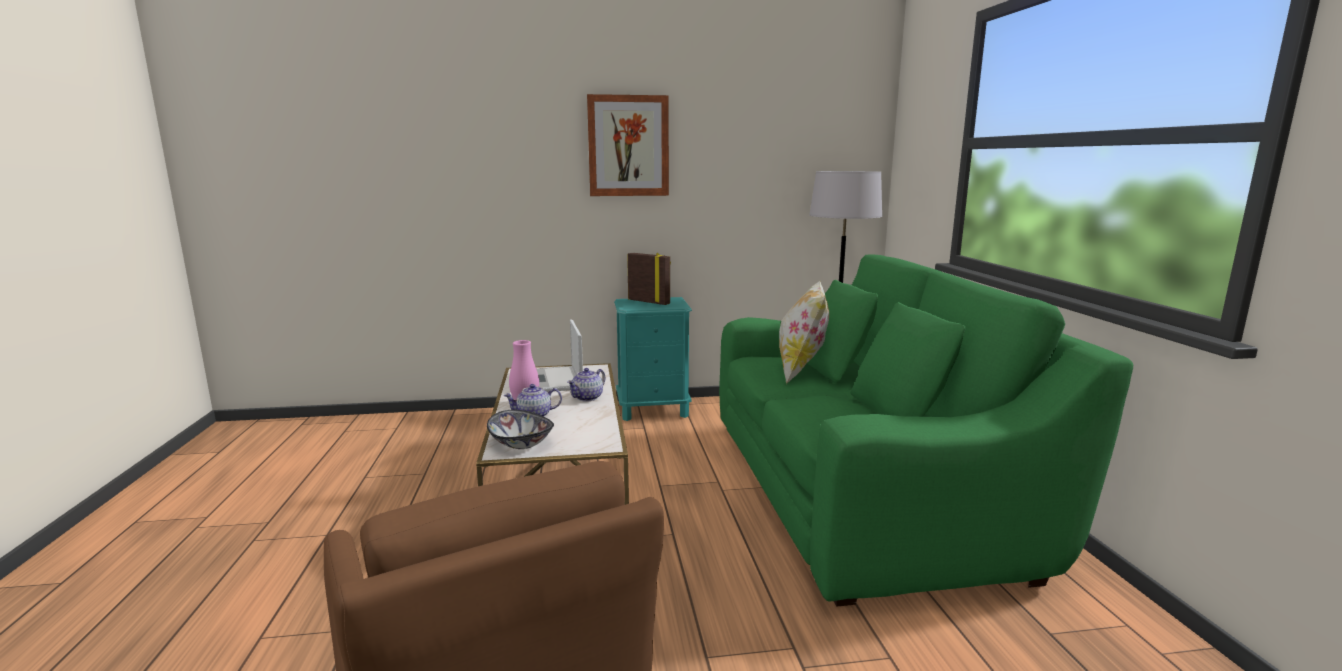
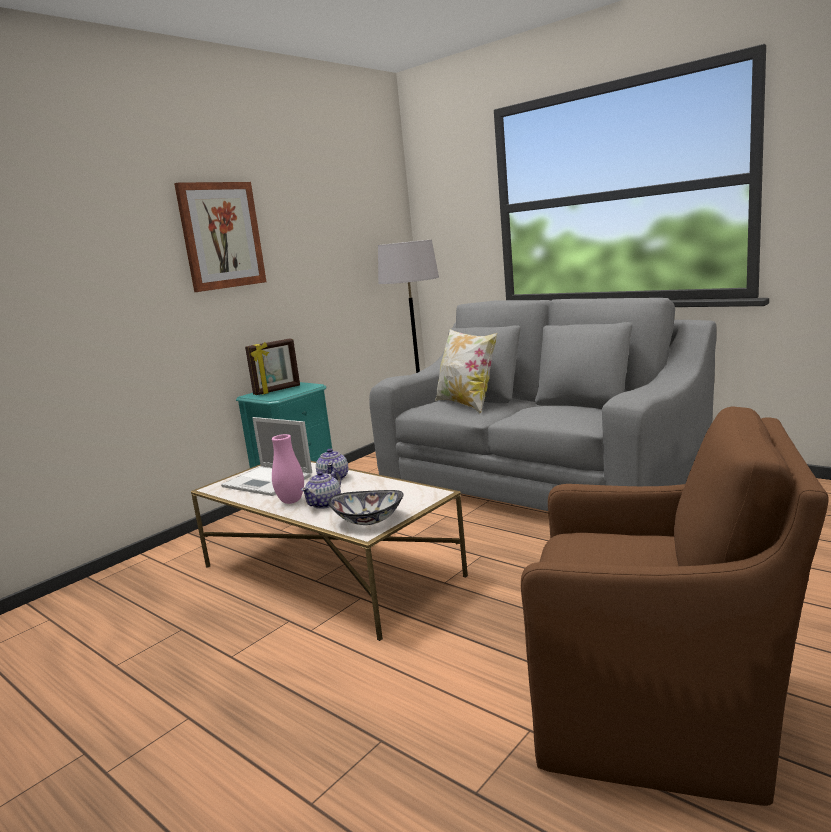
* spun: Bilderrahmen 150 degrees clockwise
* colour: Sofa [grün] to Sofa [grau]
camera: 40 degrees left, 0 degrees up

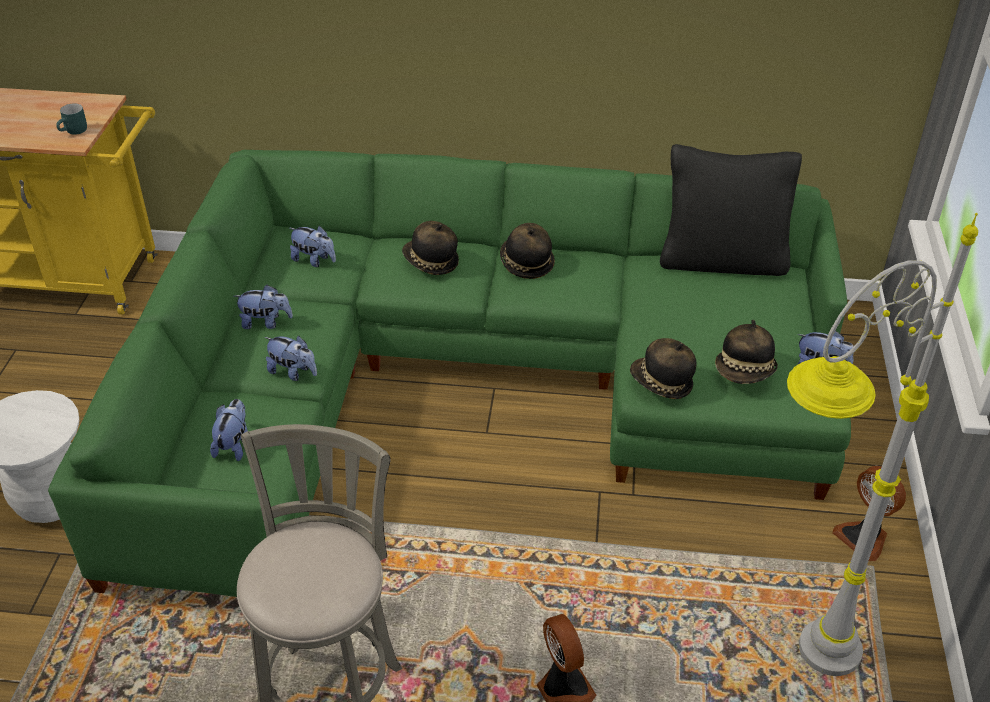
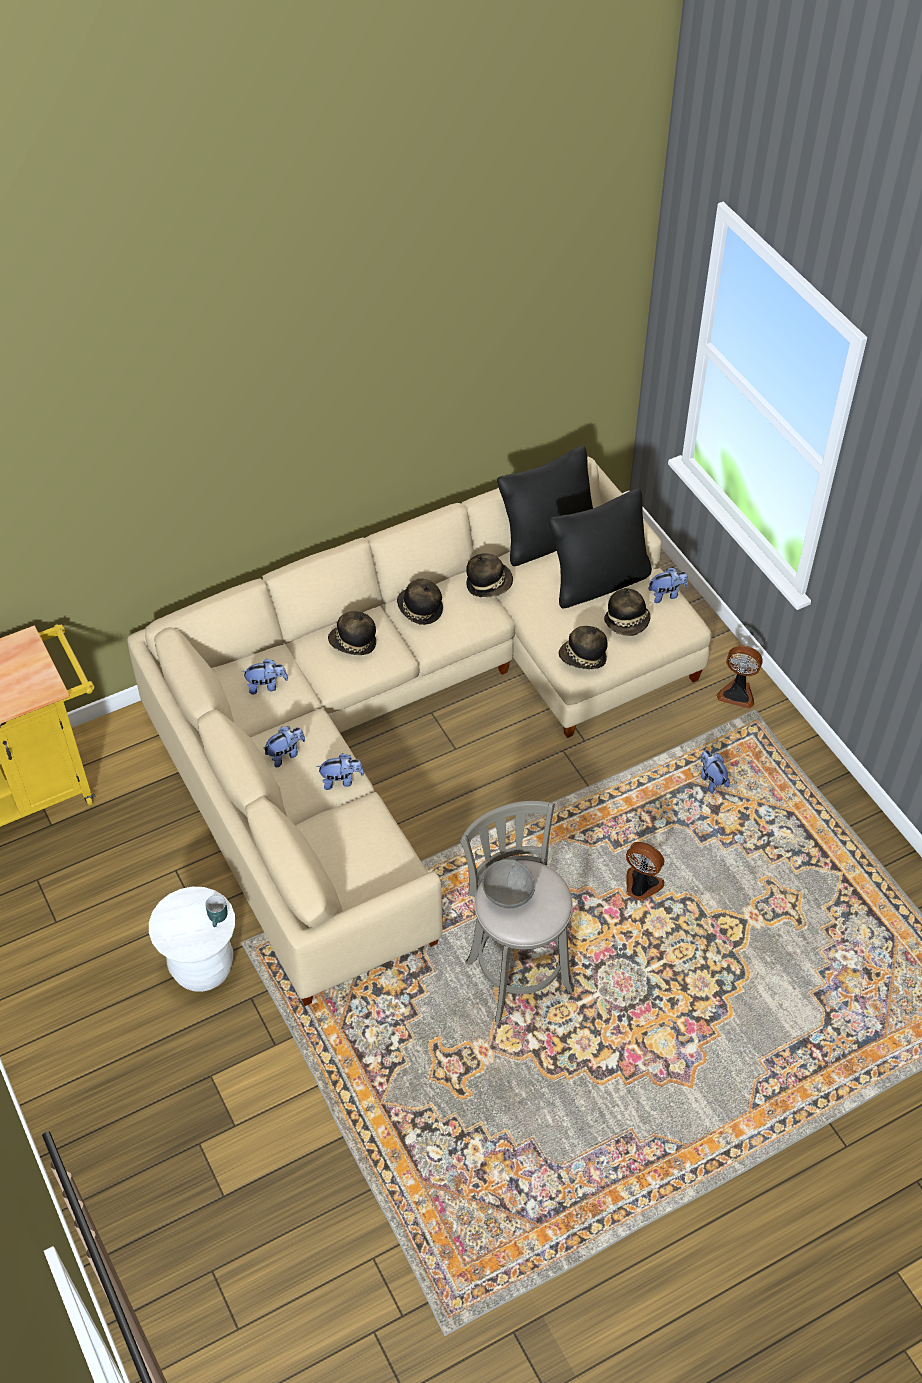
* colour: Sofa [grün] to Sofa [beige]
* relocated: Henkelbecher [türkis]
* appeared: Hut (no. 3 from left)
* appeared: Schüssel [grau]
* appeared: Kissen [schwarz] (no. 2 from left)
* relocated: Plüschtier (no. 1 from left in the first image) to Plüschtier (no. 5 from left)
* missing: Stehlampe [grau]
camera: 35 degrees left, 10 degrees up

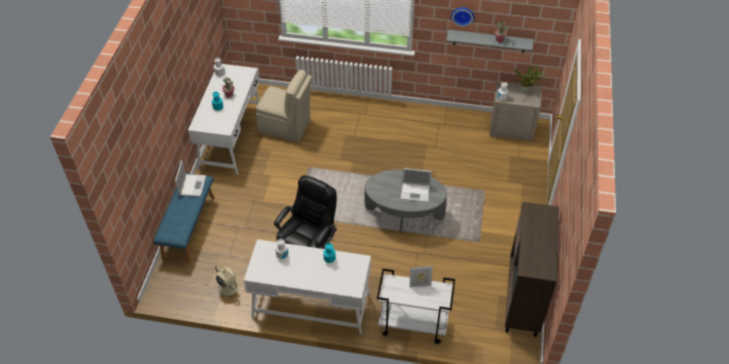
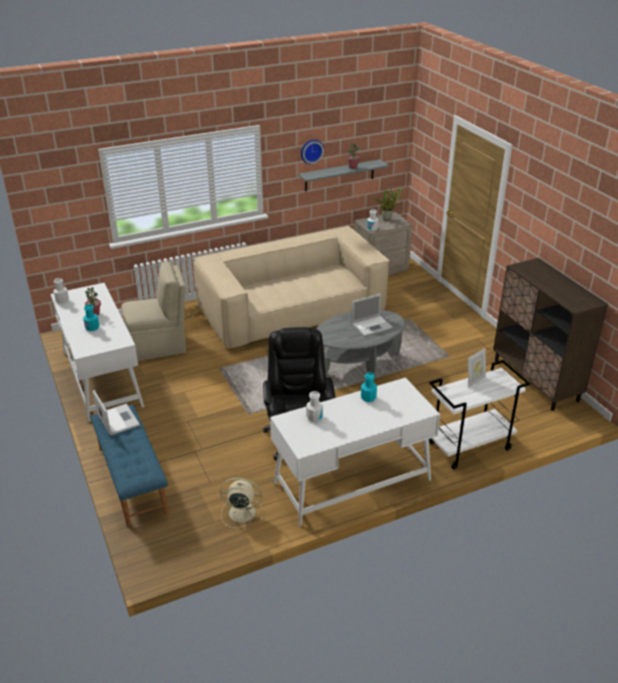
* appeared: Sofa [beige]
camera: 35 degrees left, 15 degrees down

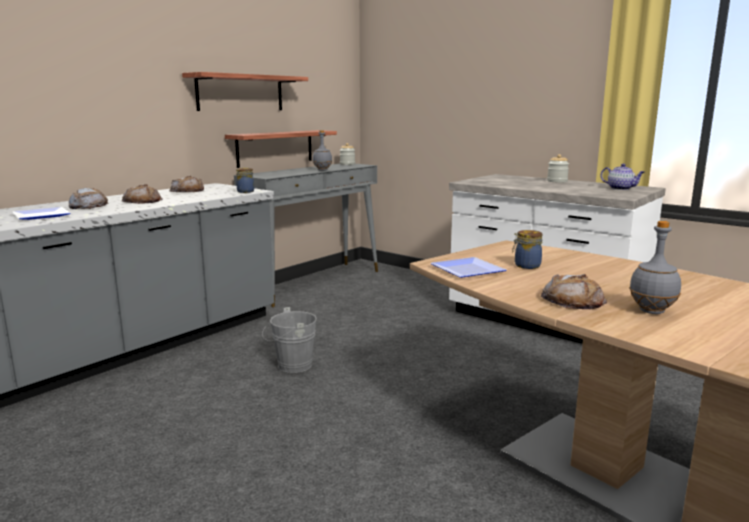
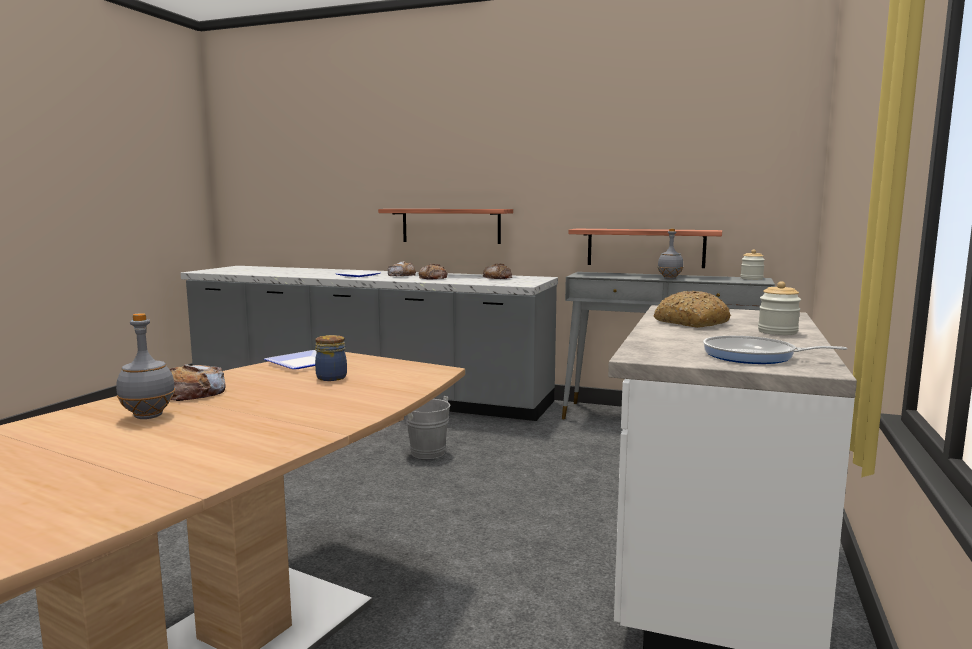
* relocated: Wandregal (no. 1 from left)
* appeared: Brot (no. 5 from left)
* exchanged: Teekanne to Pfanne
* missing: Vorratsglas (no. 1 from left)
camera: 70 degrees right, 5 degrees down

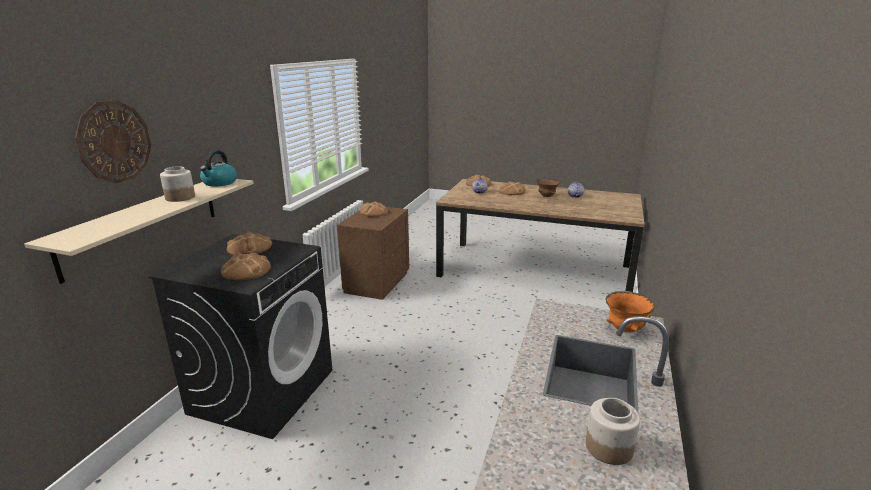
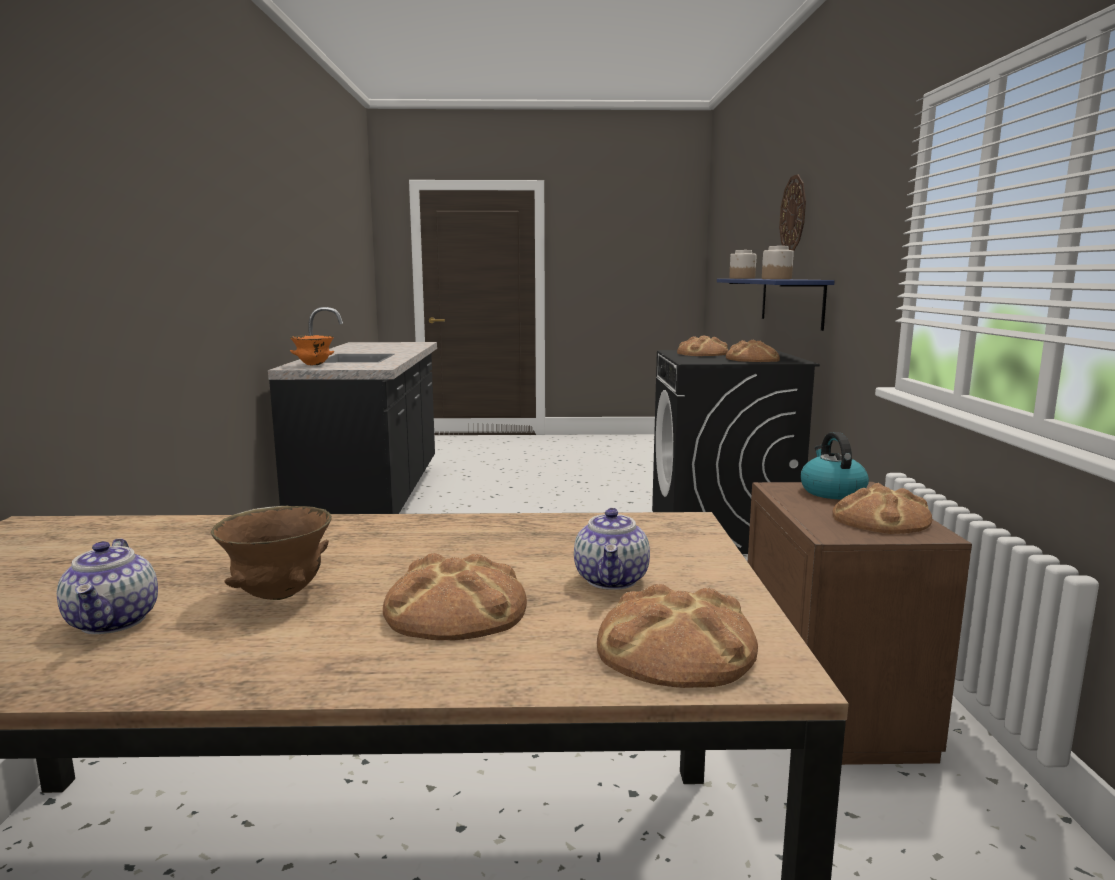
* colour: Wandregal [beige] to Wandregal [blau]
* relocated: Vorratsglas (no. 2 from left in the first image) to Vorratsglas (no. 1 from left)
* relocated: Wasserkessel
camera: 160 degrees right, 10 degrees down

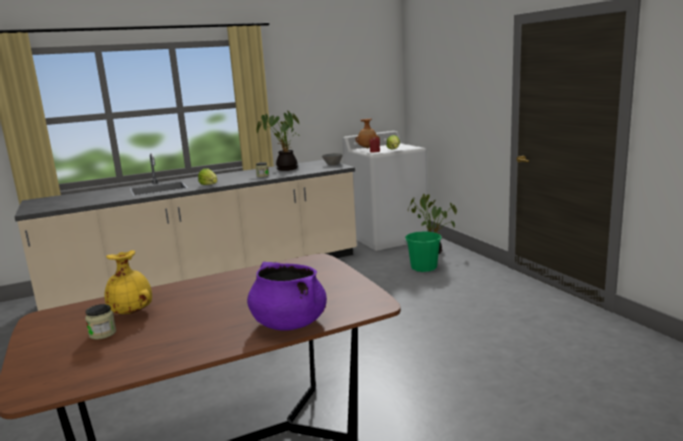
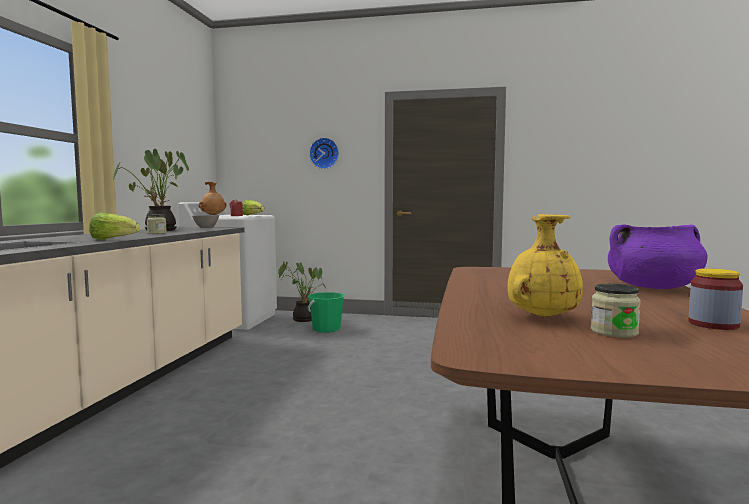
* appeared: Wanduhr
* appeared: Vorratsglas (no. 3 from left)
camera: 55 degrees left, 10 degrees down

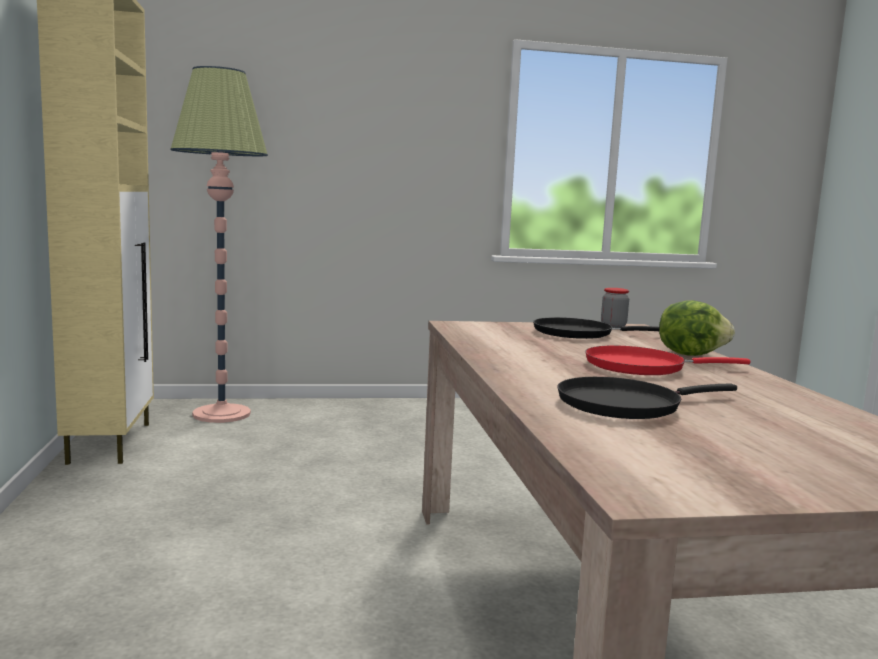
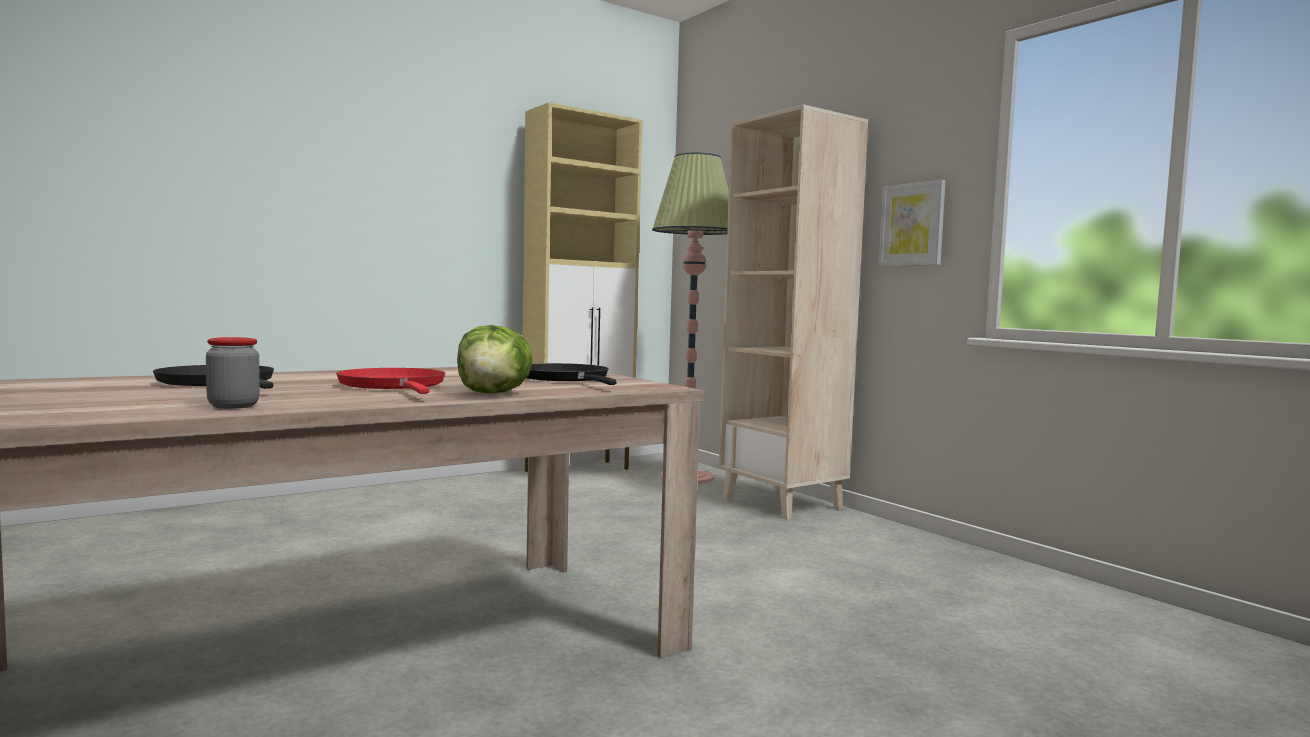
* relocated: Vorratsglas
* appeared: Bücherregal [beige]
* appeared: Bild
camera: 65 degrees right, 5 degrees down

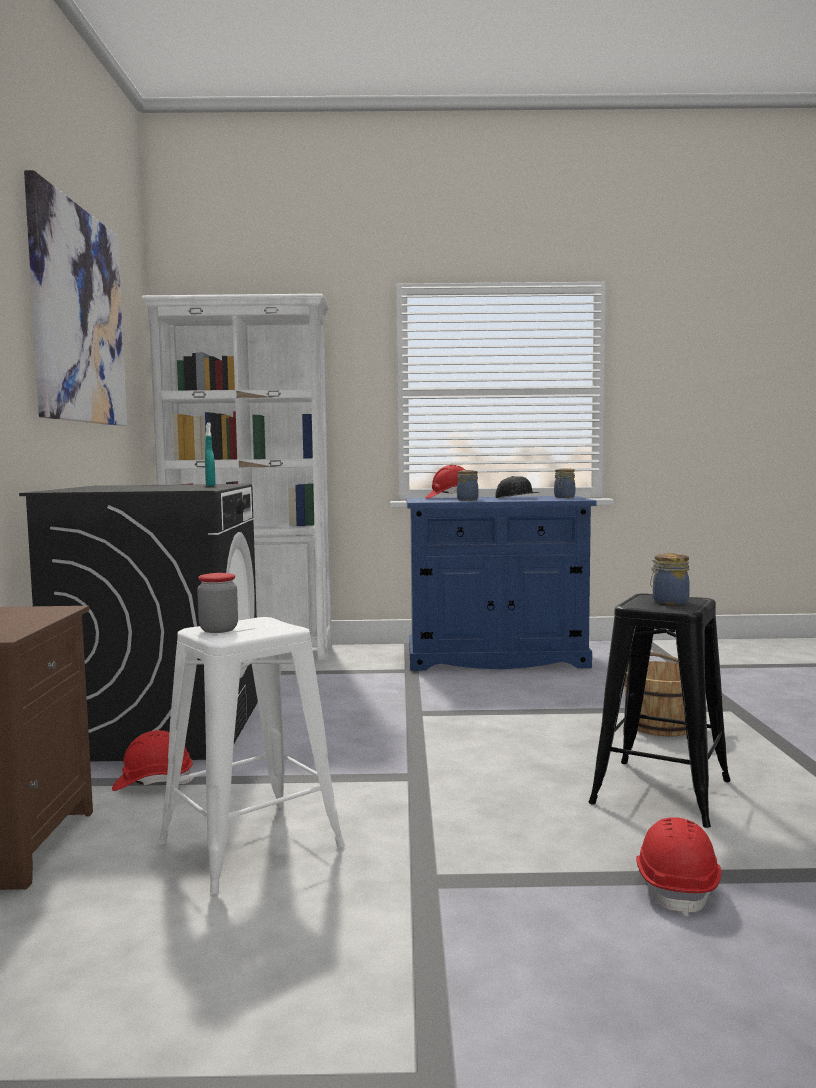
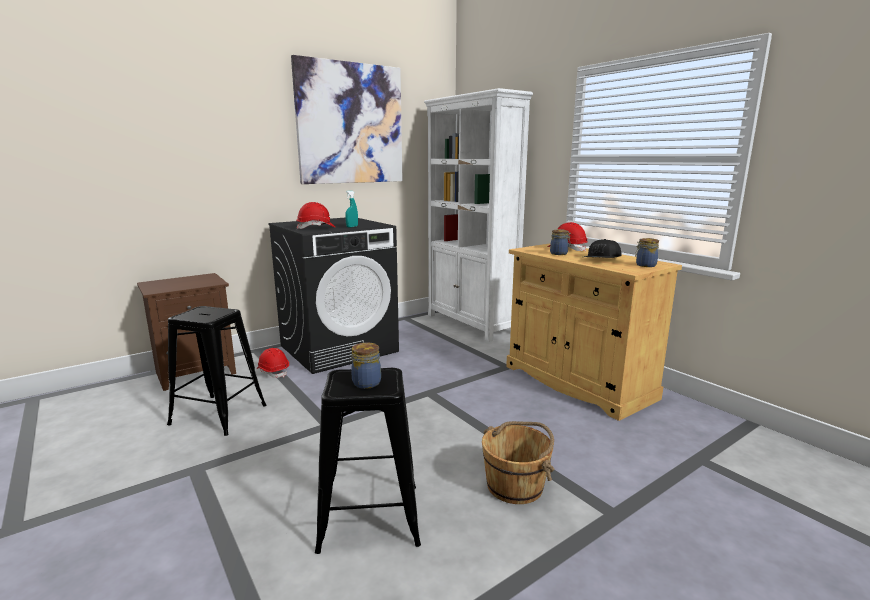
* colour: Hocker [weiß] to Hocker [schwarz] (no. 1 from left)
* relocated: Schutzhelm [rot] (no. 3 from left in the first image) to Schutzhelm [rot] (no. 2 from left)
* colour: Schrank [blau] to Schrank [beige]
* missing: Vorratsglas (no. 1 from left)
camera: 55 degrees right, 10 degrees up

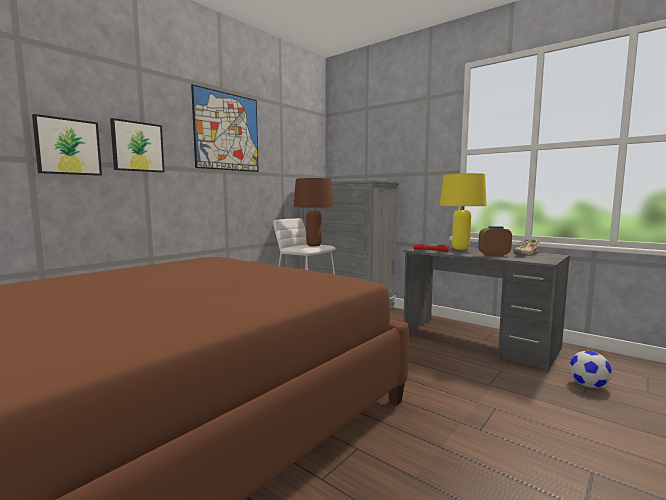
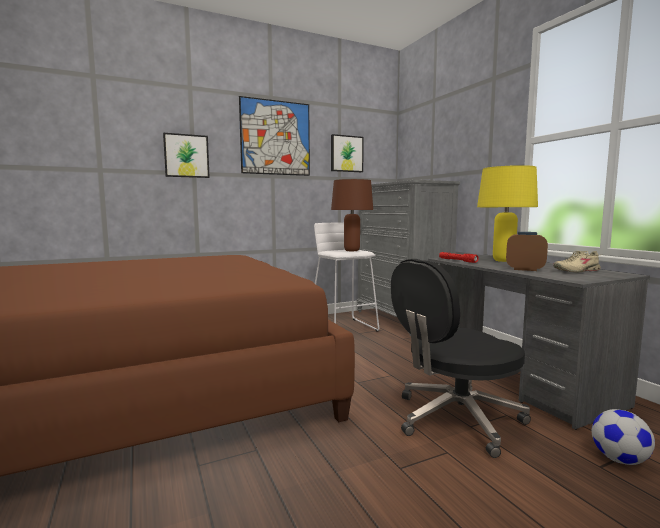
* relocated: Bild (no. 1 from left in the first image) to Bild (no. 3 from left)
* appeared: Bürostuhl [schwarz]
camera: 25 degrees right, 0 degrees up

